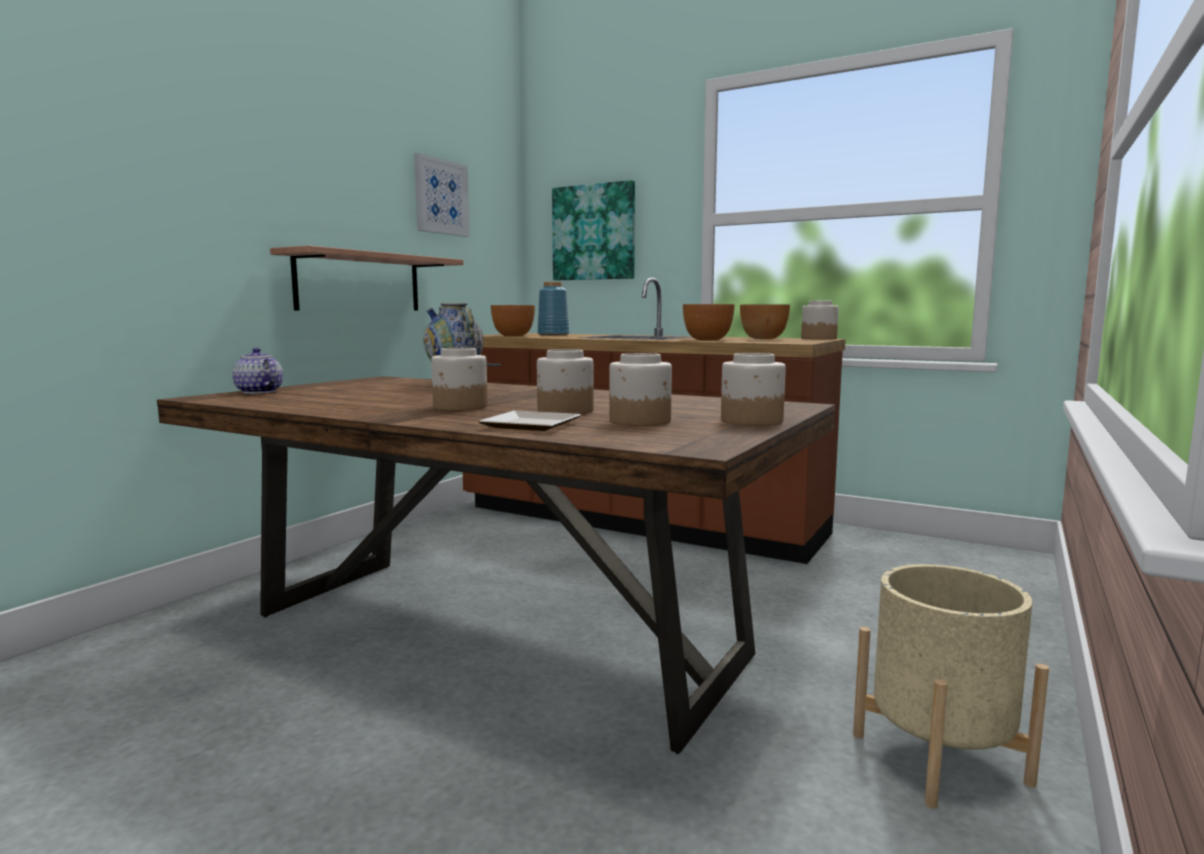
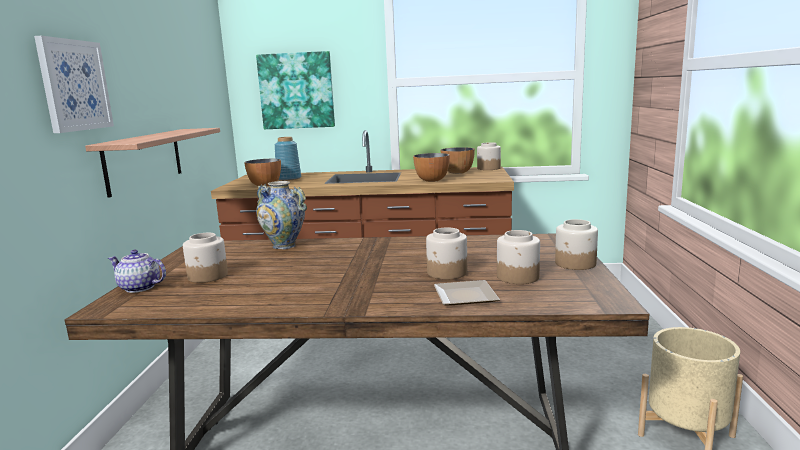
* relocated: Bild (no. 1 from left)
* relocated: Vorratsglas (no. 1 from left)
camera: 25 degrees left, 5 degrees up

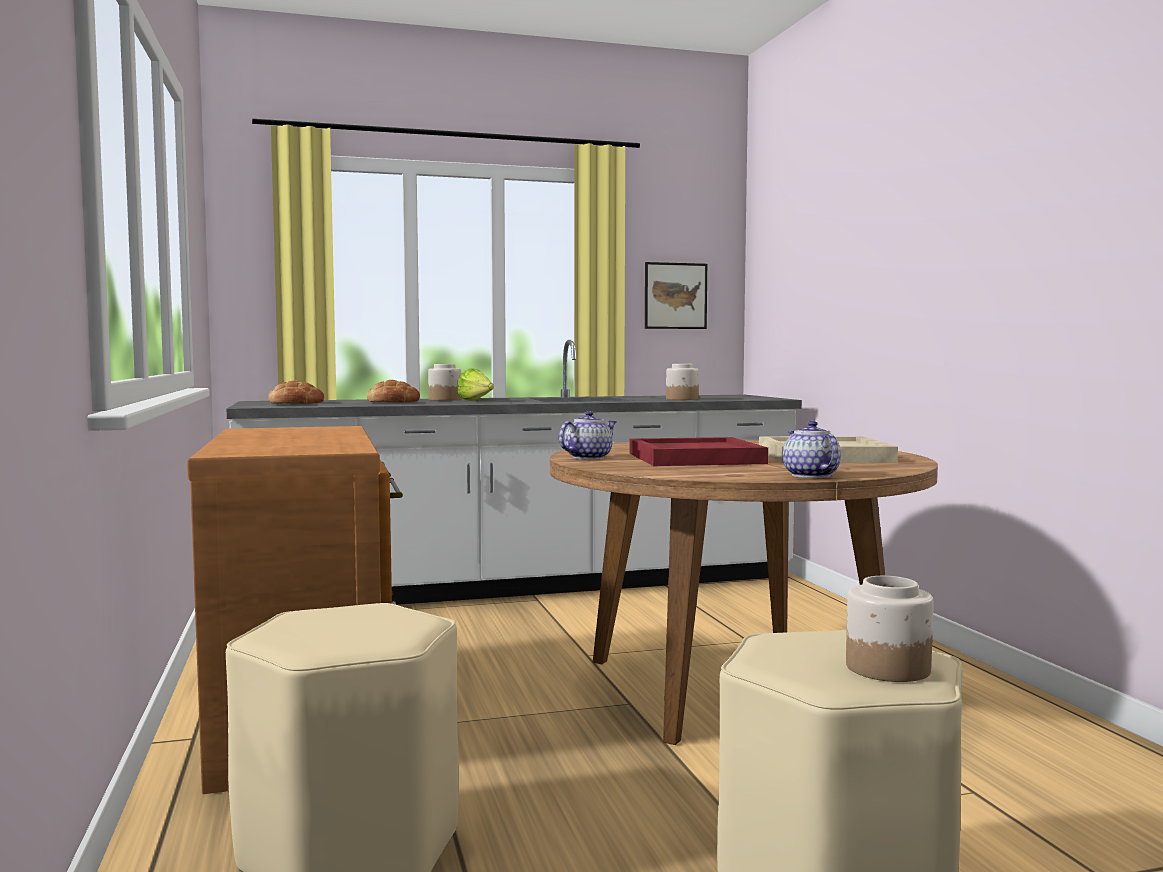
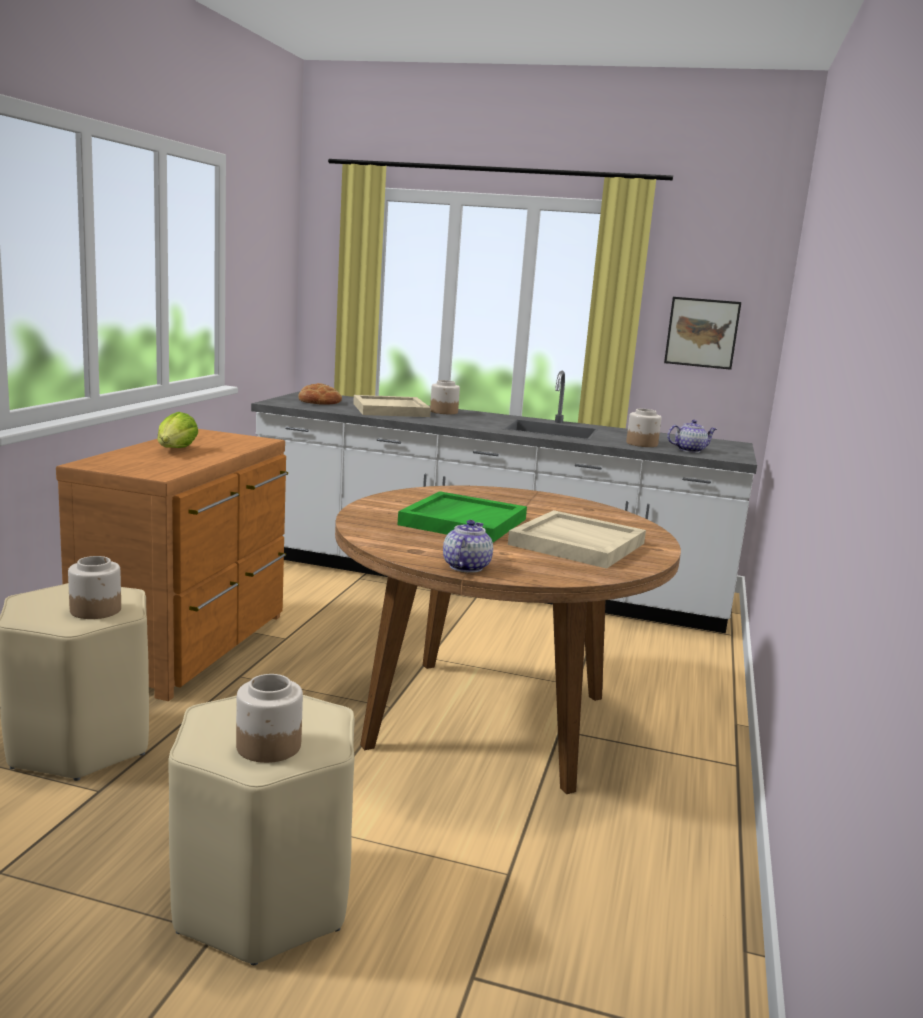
* appeared: Vorratsglas (no. 1 from left)
* relocated: Salatkopf
* exchanged: Brot (no. 2 from left) to Tablett [beige] (no. 1 from left)
* colour: Tablett [rot] to Tablett [grün]
* relocated: Teekanne (no. 1 from left in the first image) to Teekanne (no. 2 from left)
camera: 30 degrees right, 10 degrees up

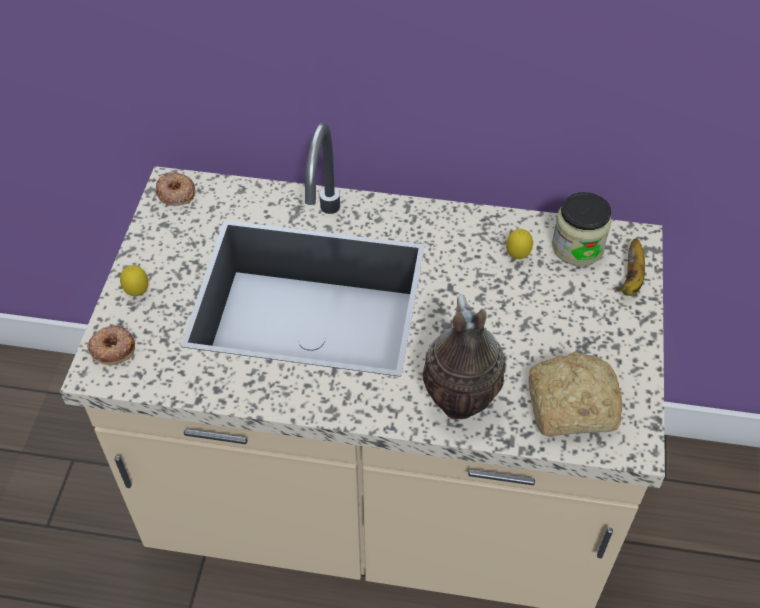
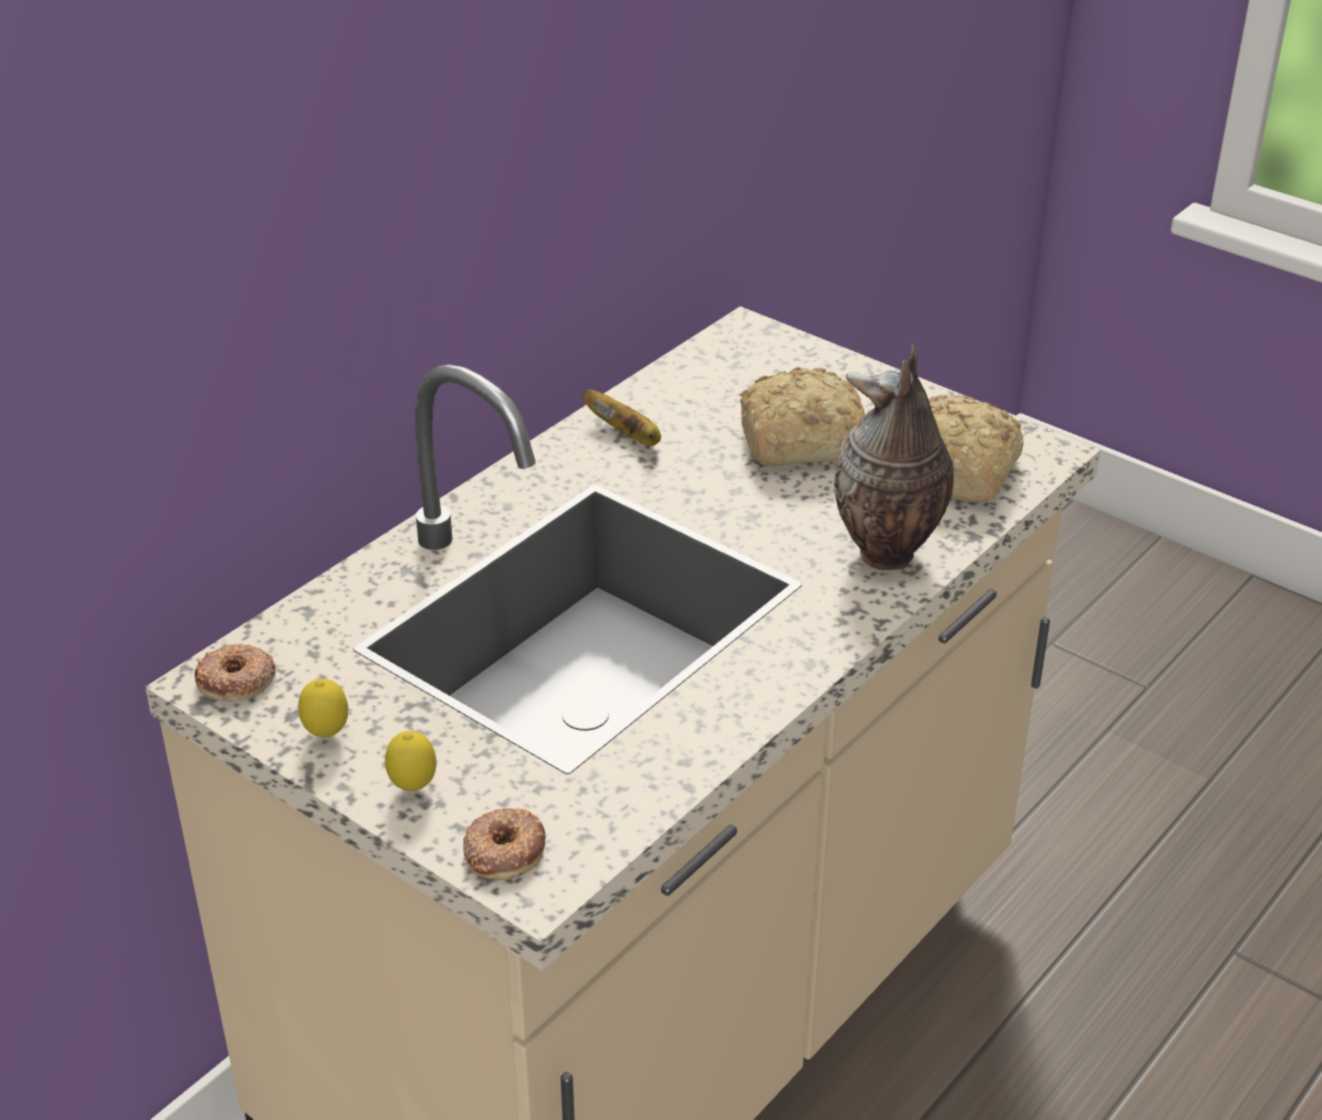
* relocated: Zitrone (no. 2 from left in the first image) to Zitrone (no. 1 from left)
* relocated: Banane
* appeared: Brot (no. 1 from left)
* missing: Vorratsglas
camera: 60 degrees left, 15 degrees down

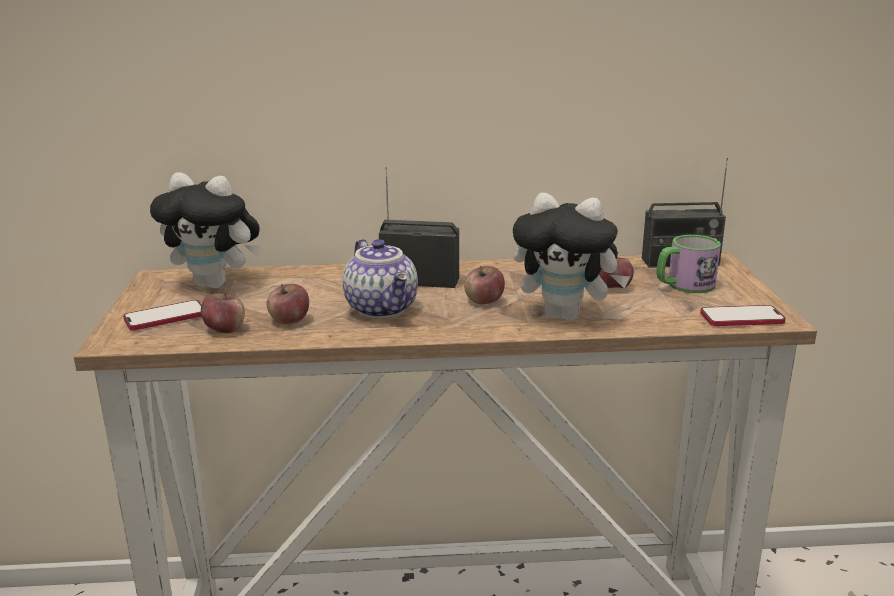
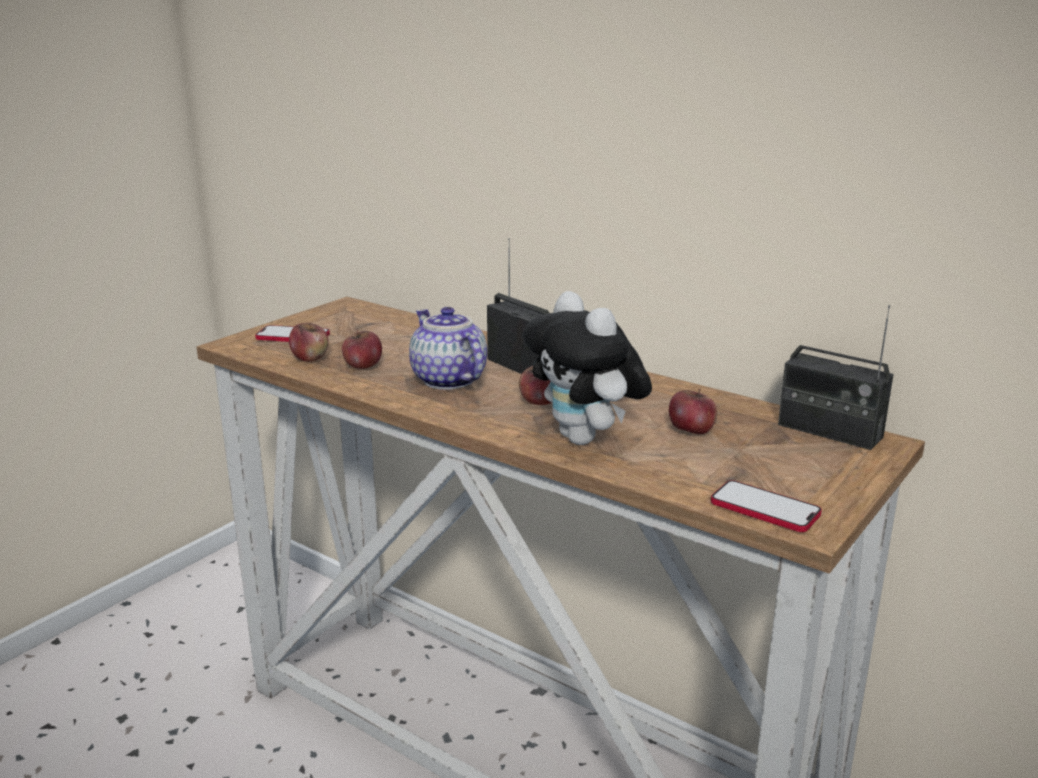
* spun: Teekanne 135 degrees clockwise
* missing: Plüschtier (no. 1 from left)
* missing: Henkelbecher
camera: 40 degrees right, 0 degrees up

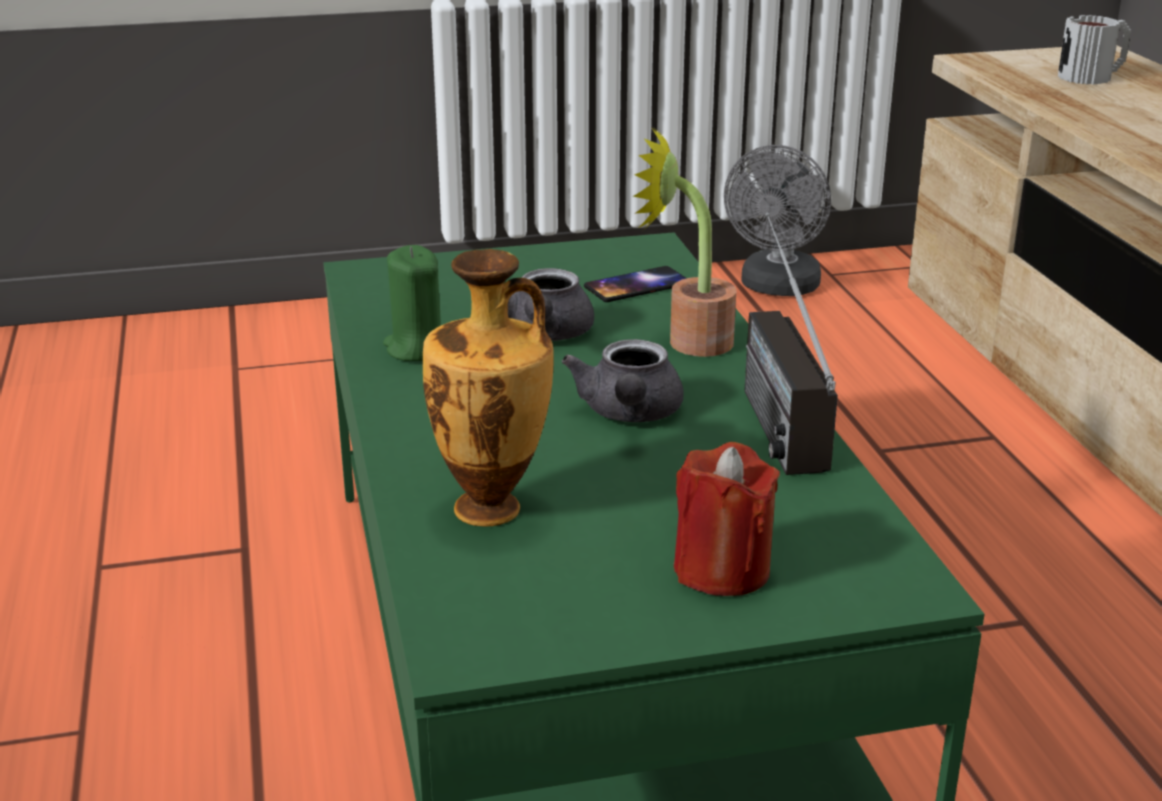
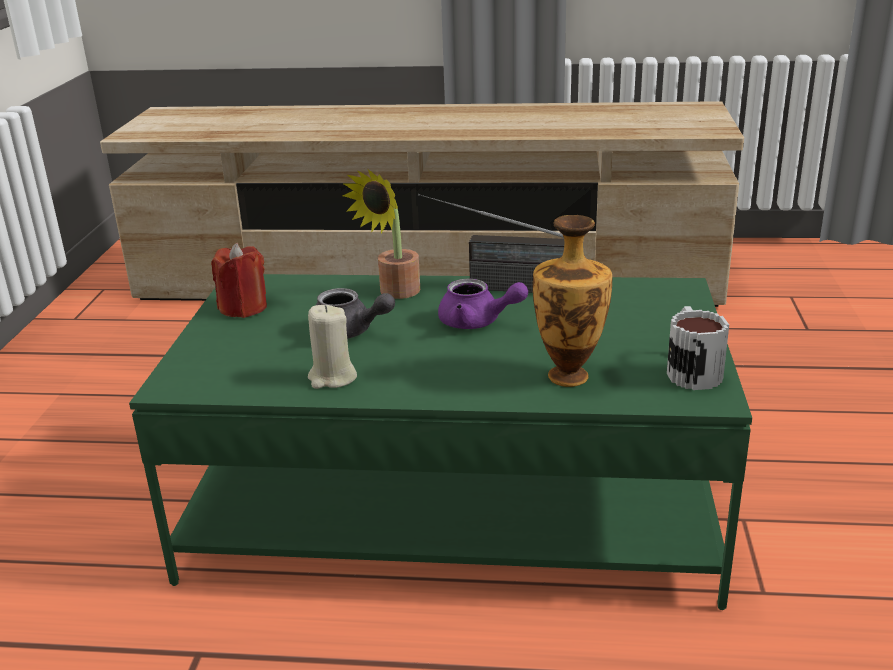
* relocated: Kerze [rot]
* colour: Kerze [grün] to Kerze [beige]
* colour: Teekanne [grau] (no. 2 from left) to Teekanne [lila]
* relocated: Henkelbecher
* missing: Handy
* missing: Ventilator [grau]
camera: 70 degrees left, 0 degrees up

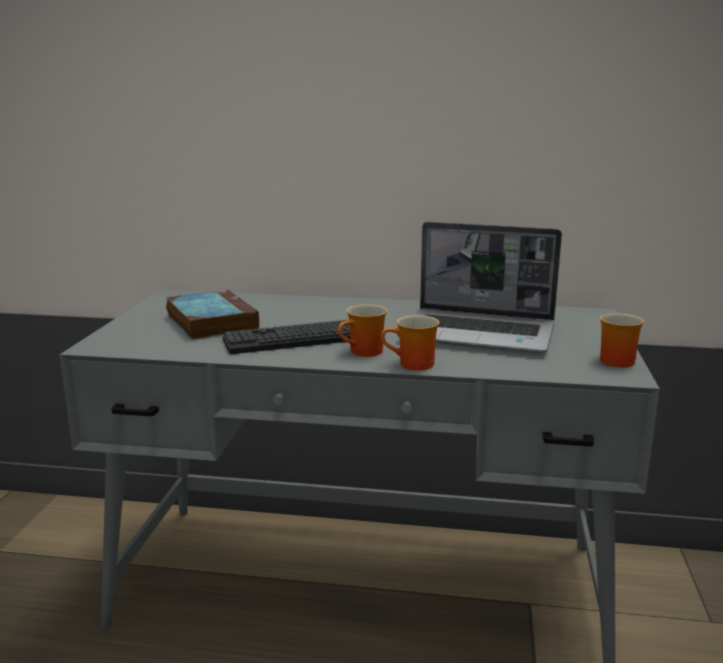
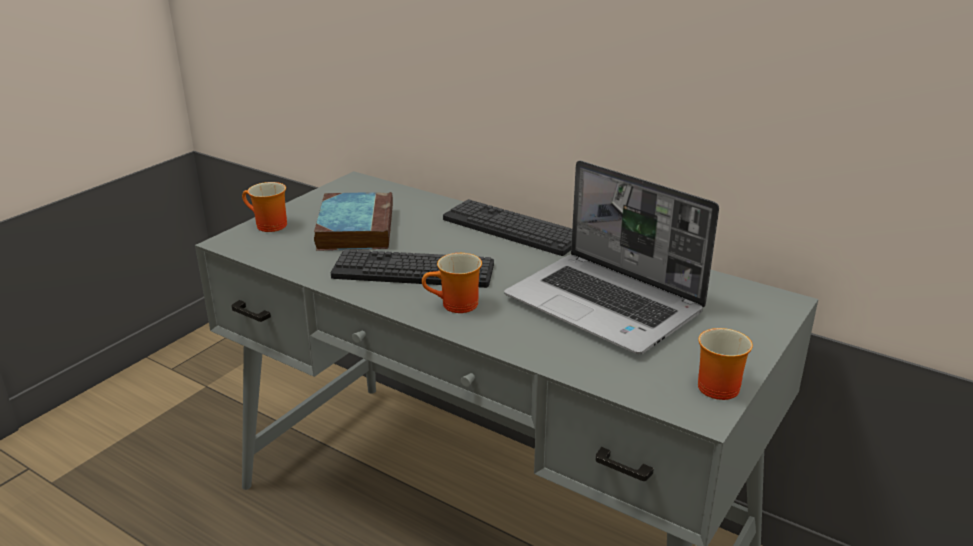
* relocated: Henkelbecher (no. 2 from left in the first image) to Henkelbecher (no. 1 from left)
* appeared: Tastatur (no. 2 from left)
camera: 25 degrees right, 10 degrees up

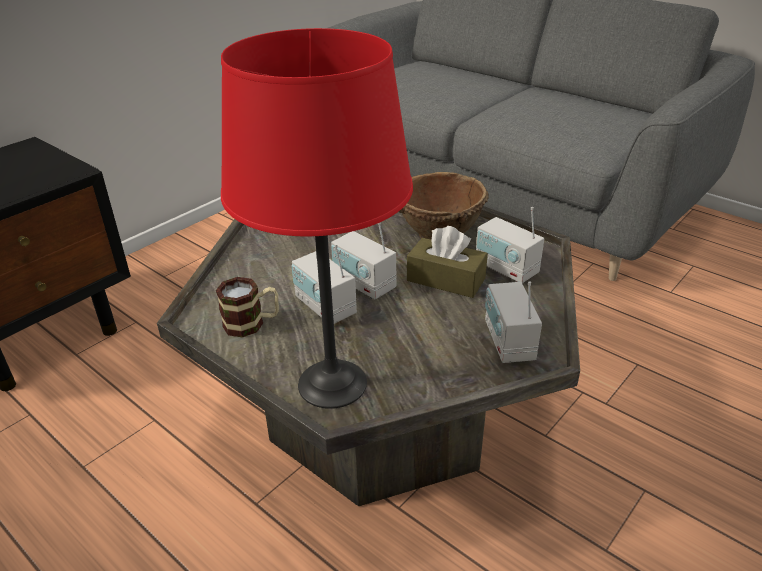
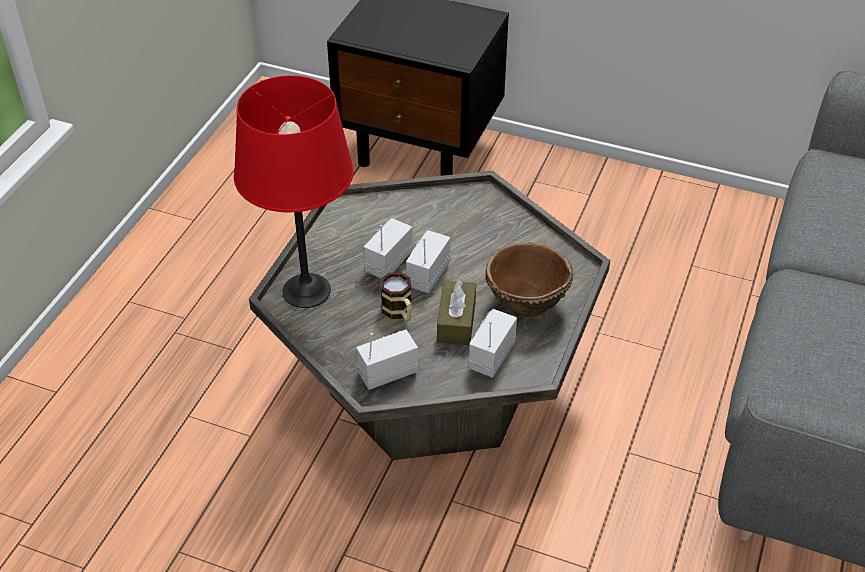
* relocated: Henkelbecher
camera: 70 degrees right, 10 degrees up

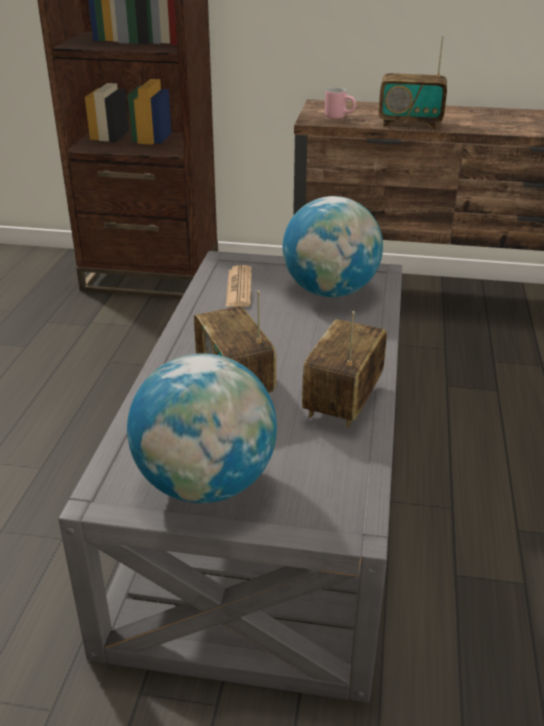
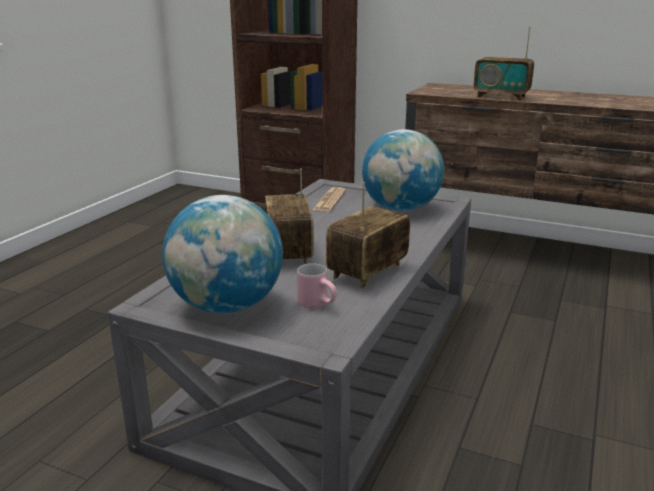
* relocated: Henkelbecher [rosa]
camera: 15 degrees right, 10 degrees down

